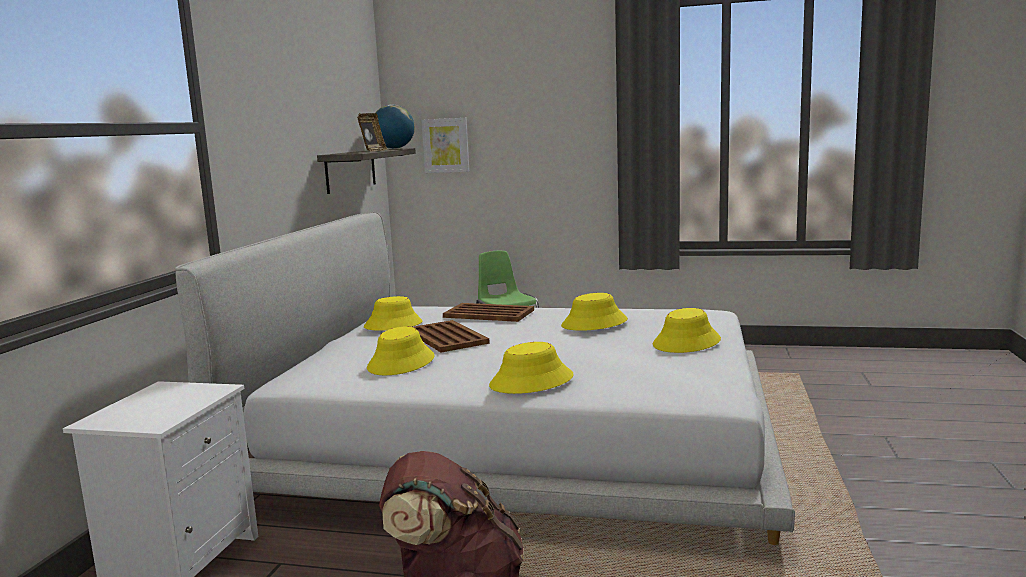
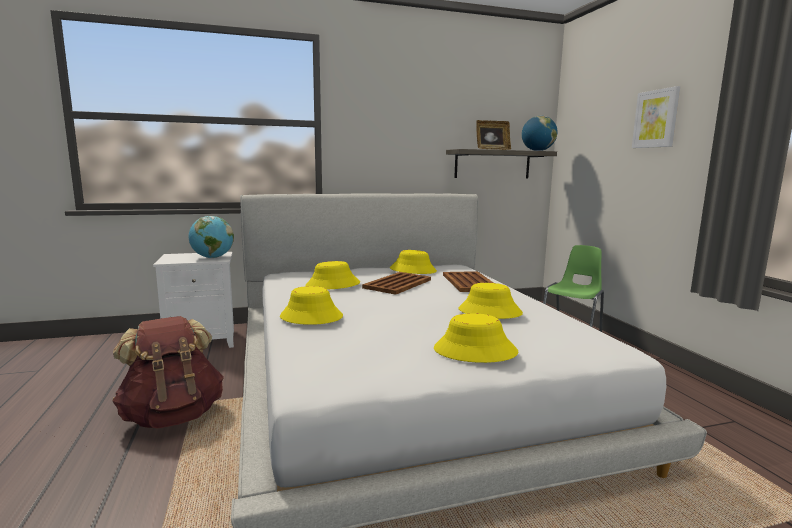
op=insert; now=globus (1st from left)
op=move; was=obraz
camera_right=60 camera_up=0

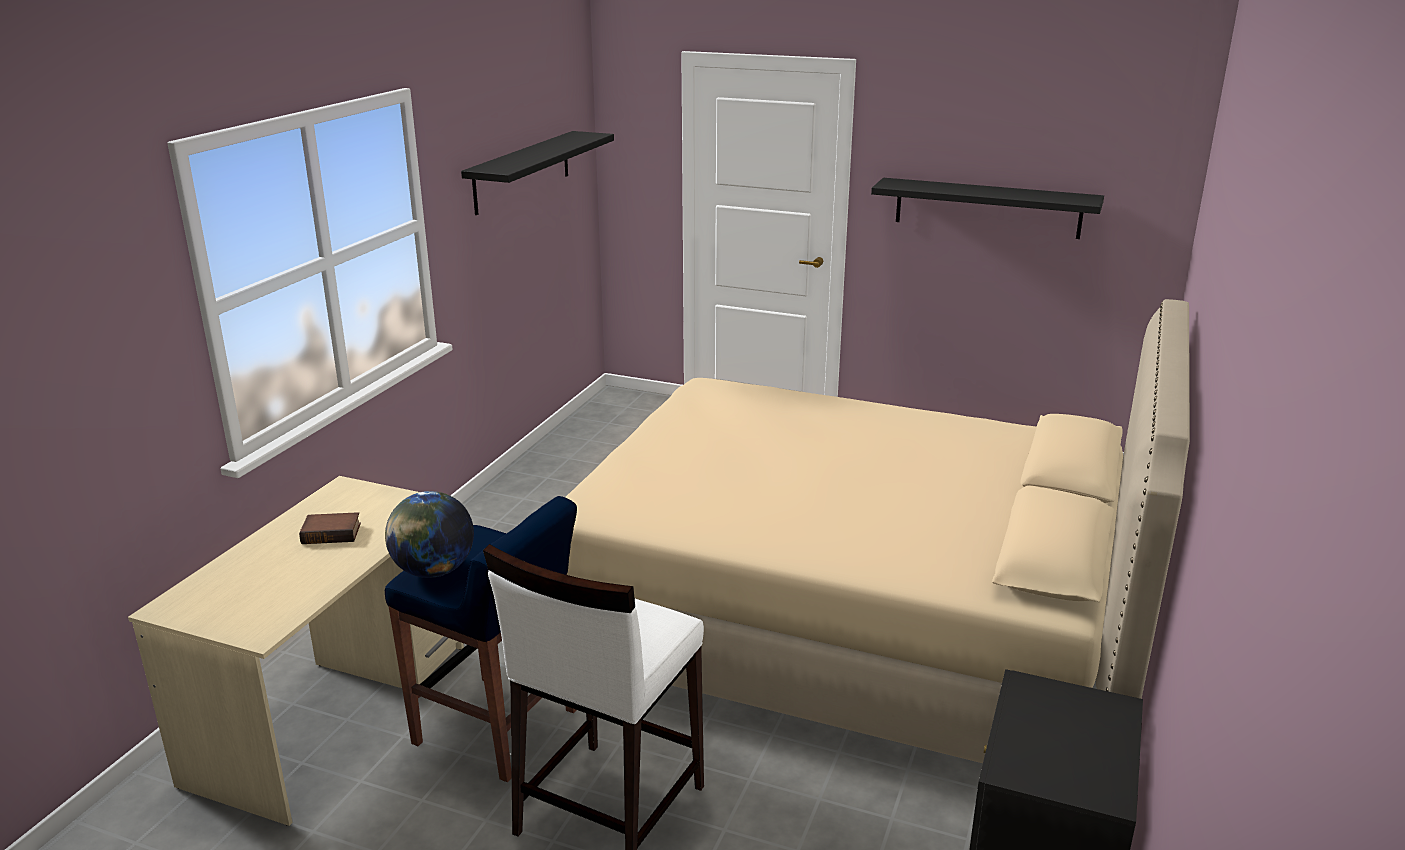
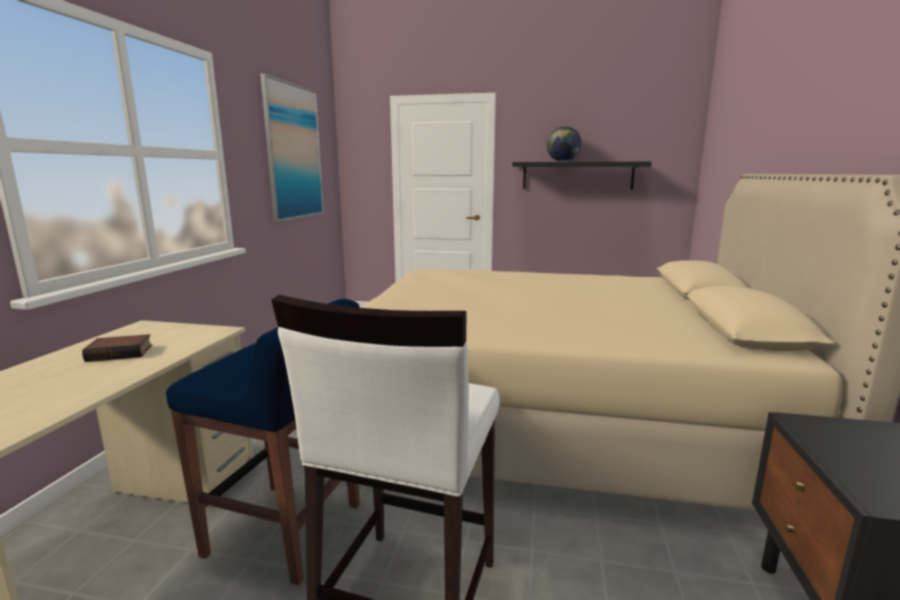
op=move; was=globus
op=replace; was=półka [czarny] (1st from left); now=obraz
camera_right=-10 camera_up=-10

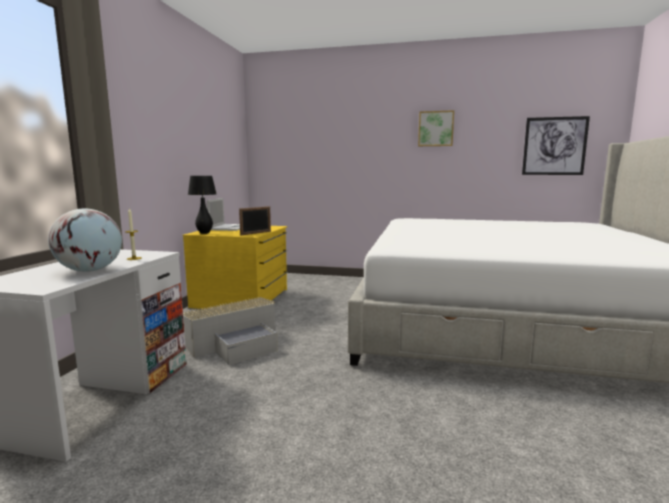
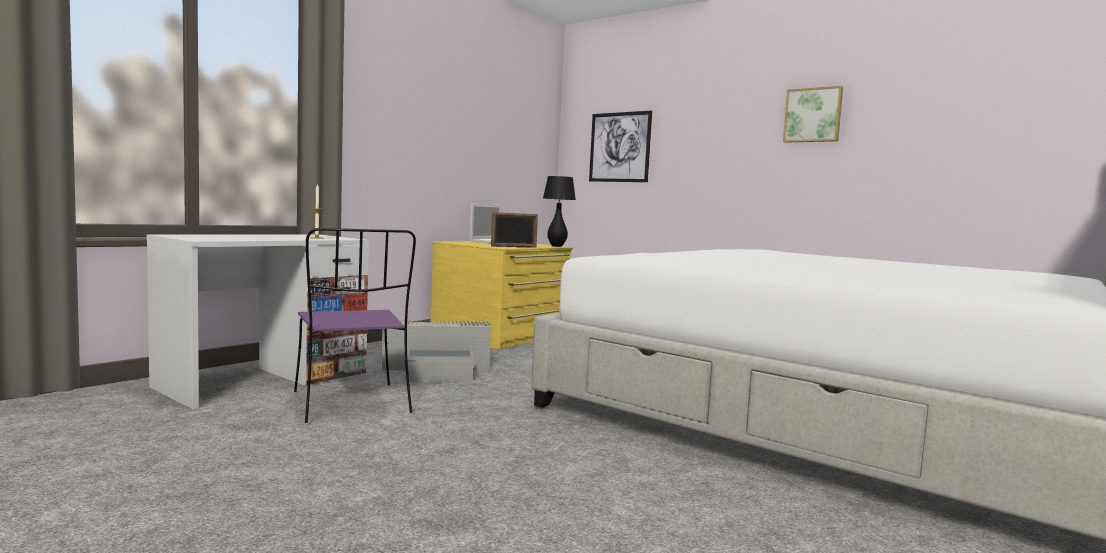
op=delete; was=globus
op=insert; now=krzesło [fioletowy]
op=move; was=lampa stołowa [czarny]
op=move; was=obraz (2nd from left in the first image); now=obraz (1st from left)
camera_right=25 camera_up=-5

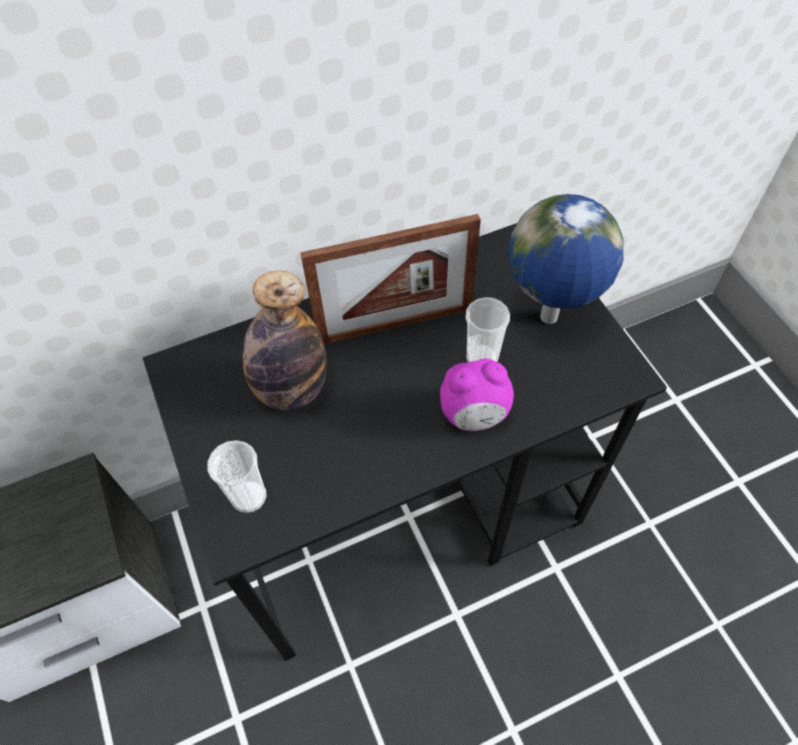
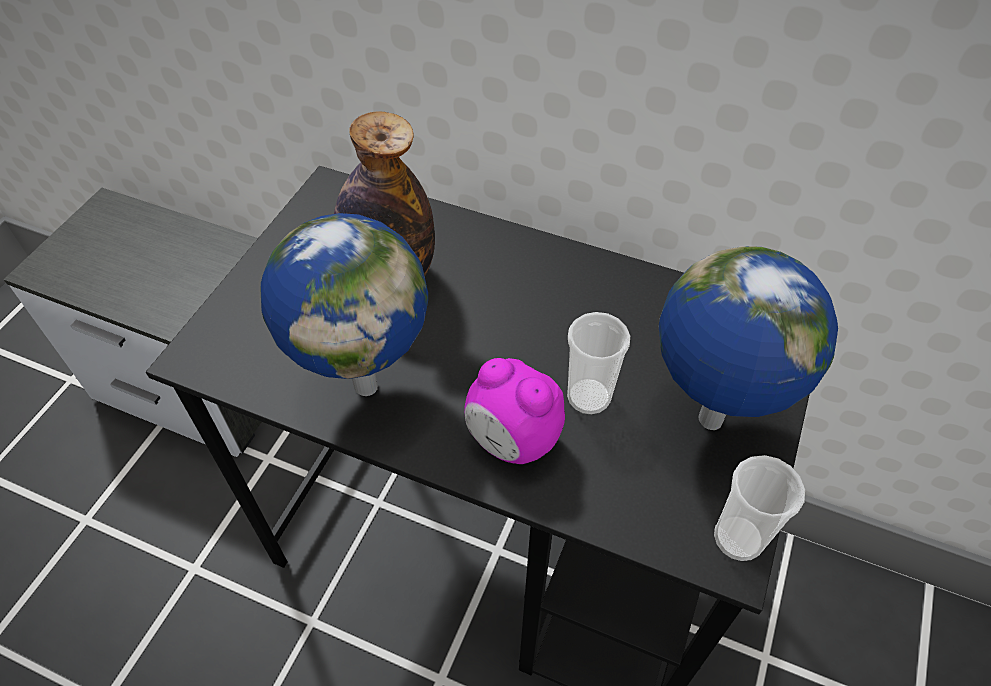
op=delete; was=ramka na zdjęcie
op=insert; now=globus (1st from left)
op=move; was=filiżanka (1st from left in the first image); now=filiżanka (2nd from left)
camera_right=45 camera_up=-5

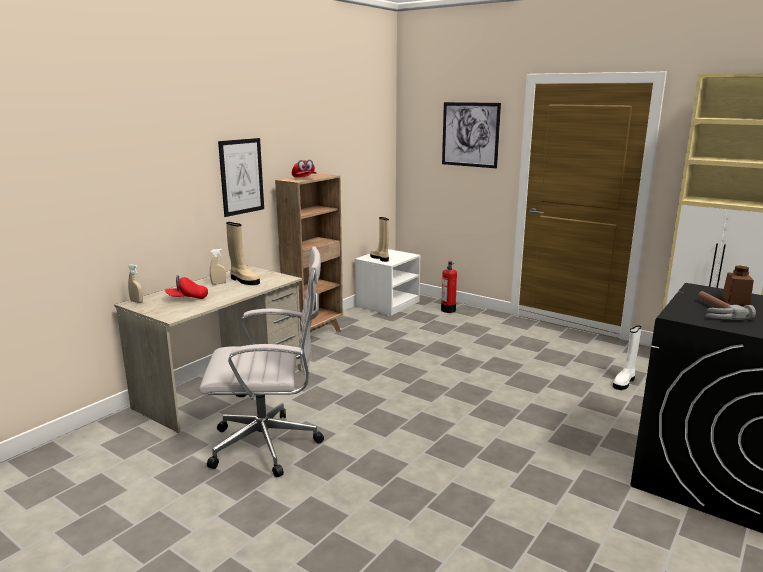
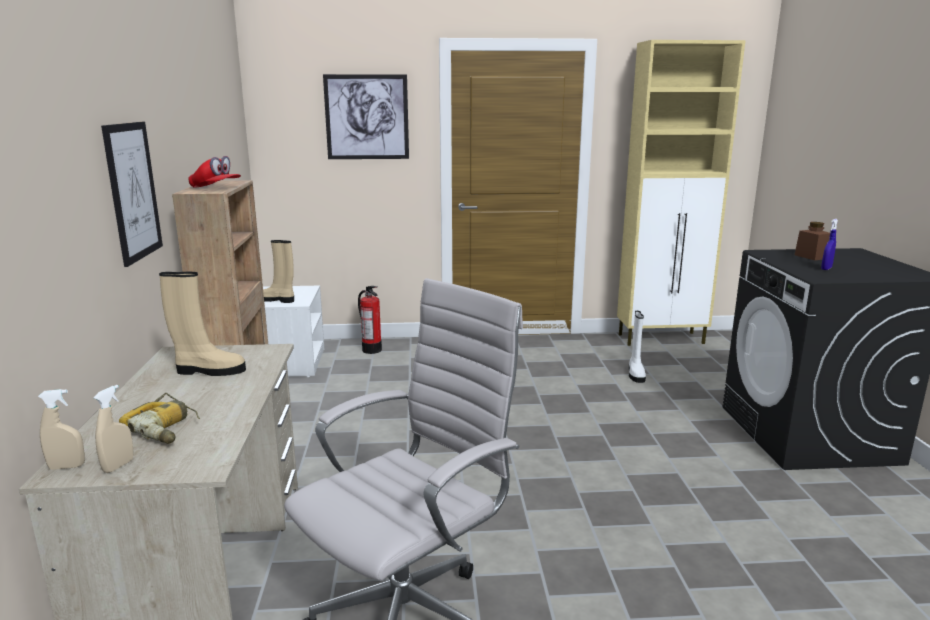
op=move; was=spryskiwacz [beżowy] (2nd from left)
op=replace; was=czapka z daszkiem [czerwony] (1st from left); now=wiertarka
op=replace; was=młotek; now=spryskiwacz [niebieski]
camera_right=-40 camera_up=0

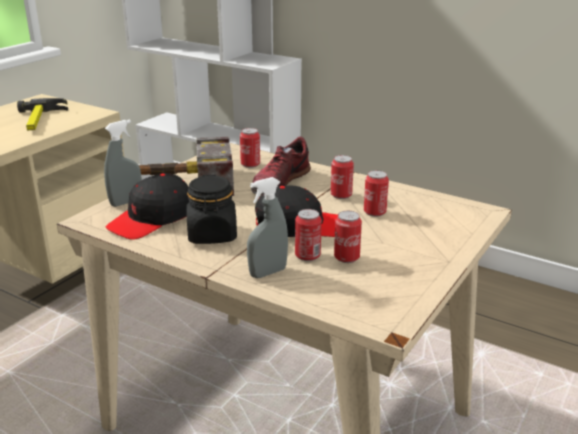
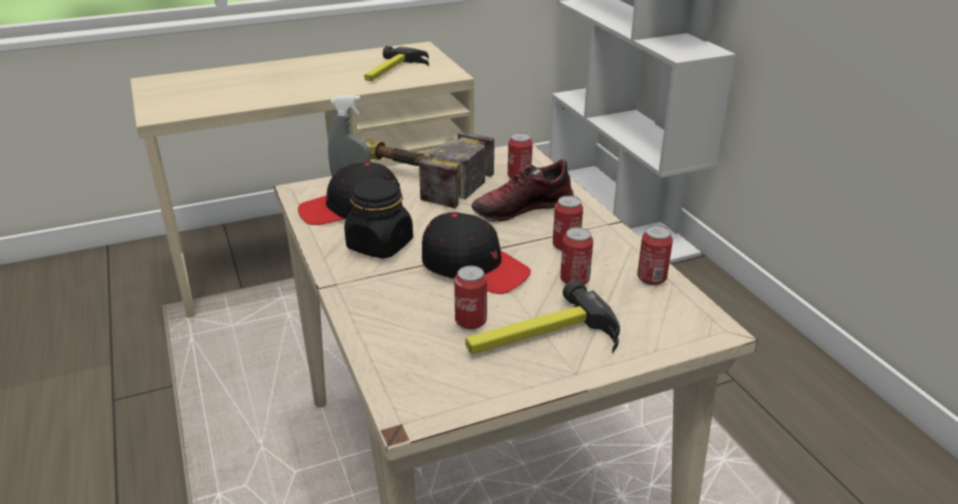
op=delete; was=spryskiwacz [szary] (2nd from left)
op=insert; now=młotek (3rd from left)
op=move; was=puszka (2nd from left in the first image); now=puszka (5th from left)
camera_right=35 camera_up=5

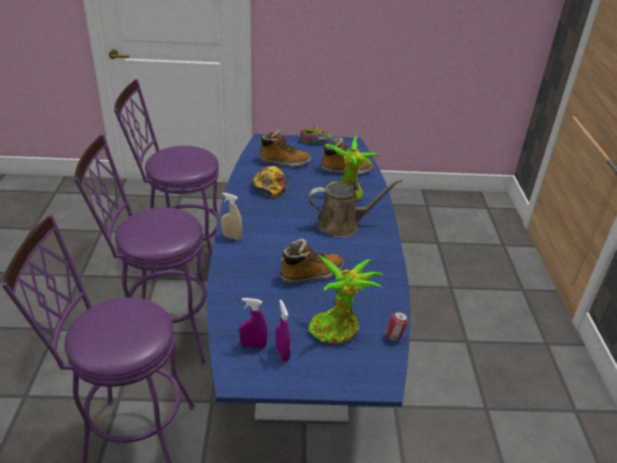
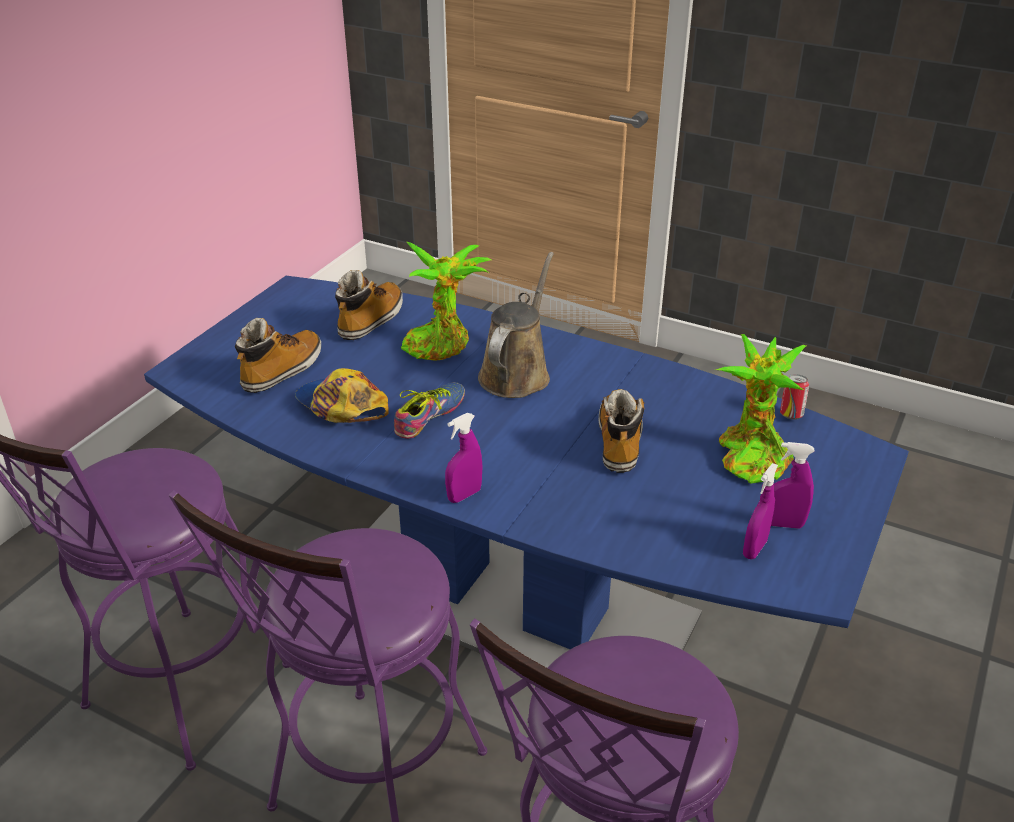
op=move; was=but
op=recolor; was=spryskiwacz [beżowy]; now=spryskiwacz [fioletowy] (1st from left)
camera_right=-60 camera_up=0

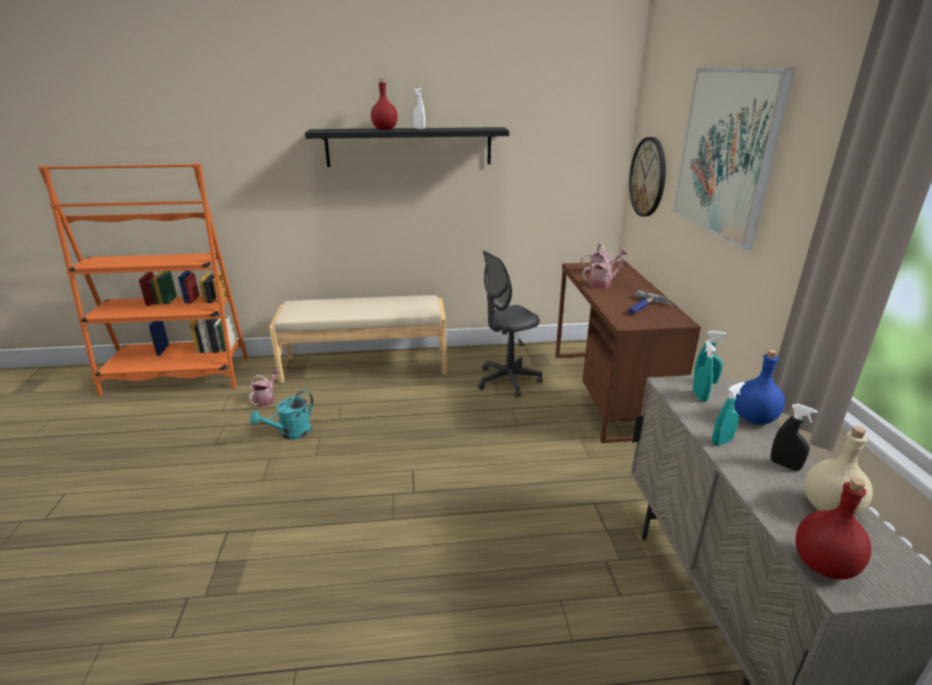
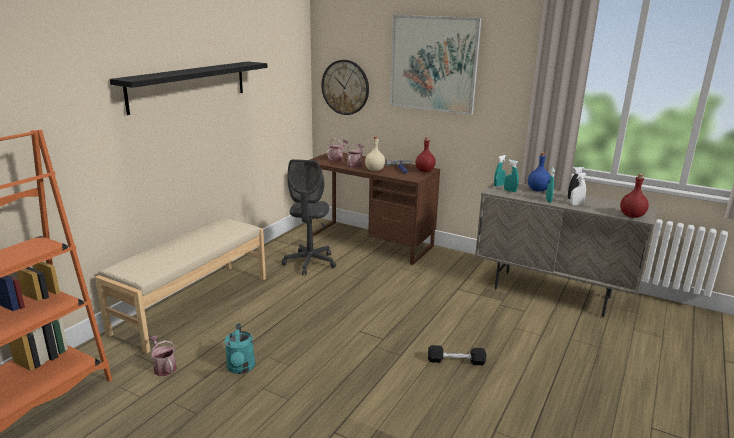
op=insert; now=hantel [czarny]
op=move; was=butelka [czerwony] (1st from left)
op=move; was=spryskiwacz [biały]
op=move; was=butelka [beżowy]
camera_right=-55 camera_up=-5

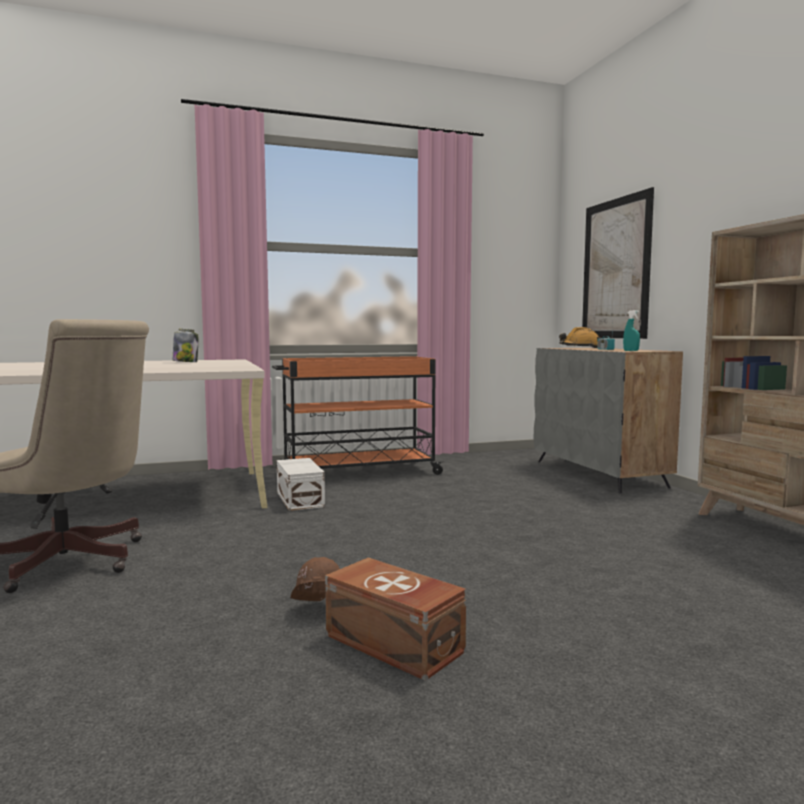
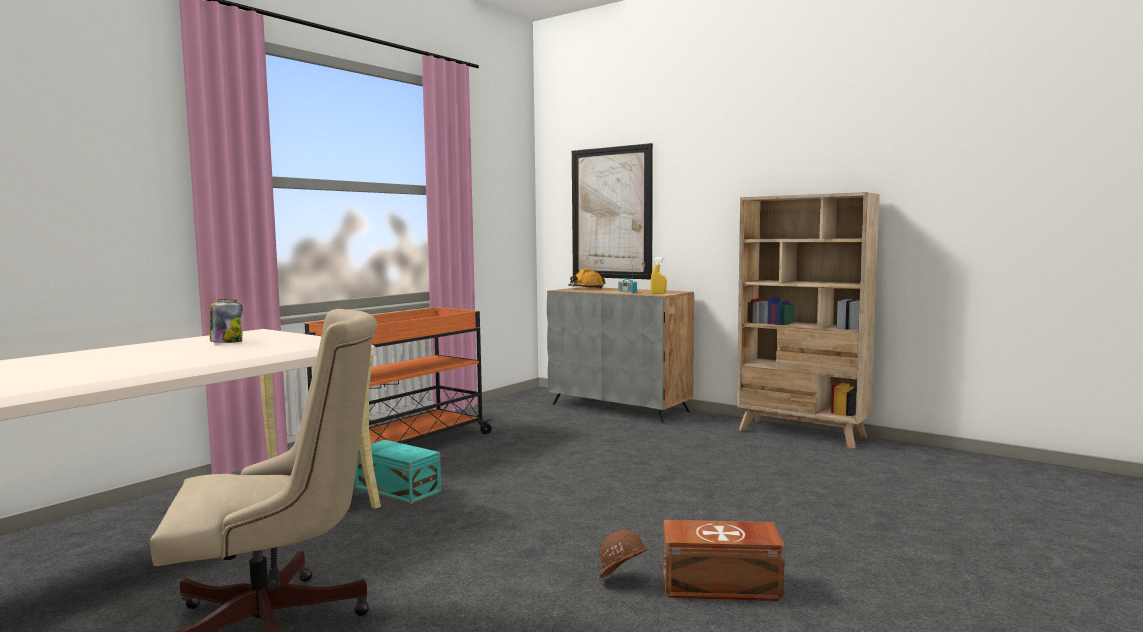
op=recolor; was=pojemnik do przechowywania [biały]; now=pojemnik do przechowywania [turkusowy]
op=recolor; was=spryskiwacz [turkusowy]; now=spryskiwacz [żółty]
camera_right=-35 camera_up=0

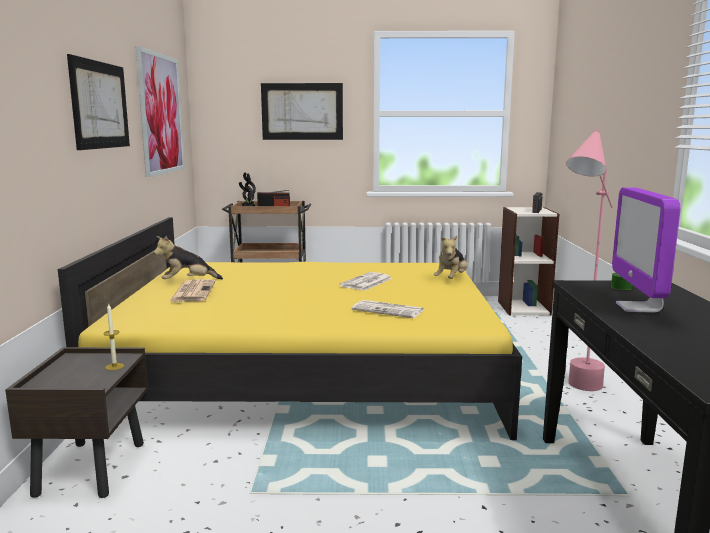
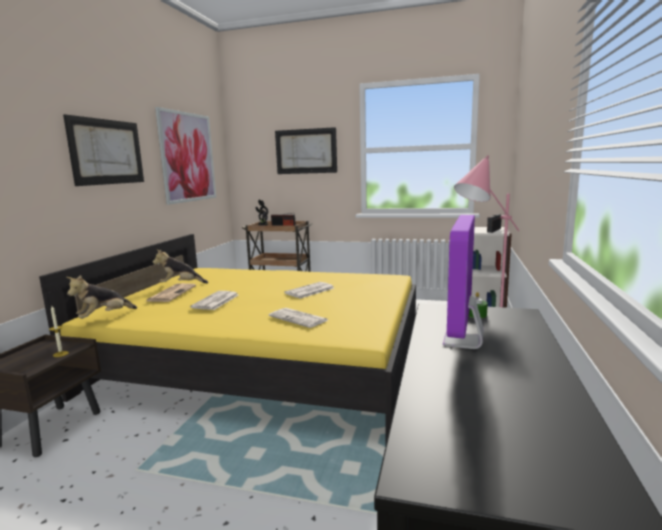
op=insert; now=gazeta (2nd from left)
op=move; was=pluszak (2nd from left in the first image); now=pluszak (1st from left)
camera_right=15 camera_up=0

